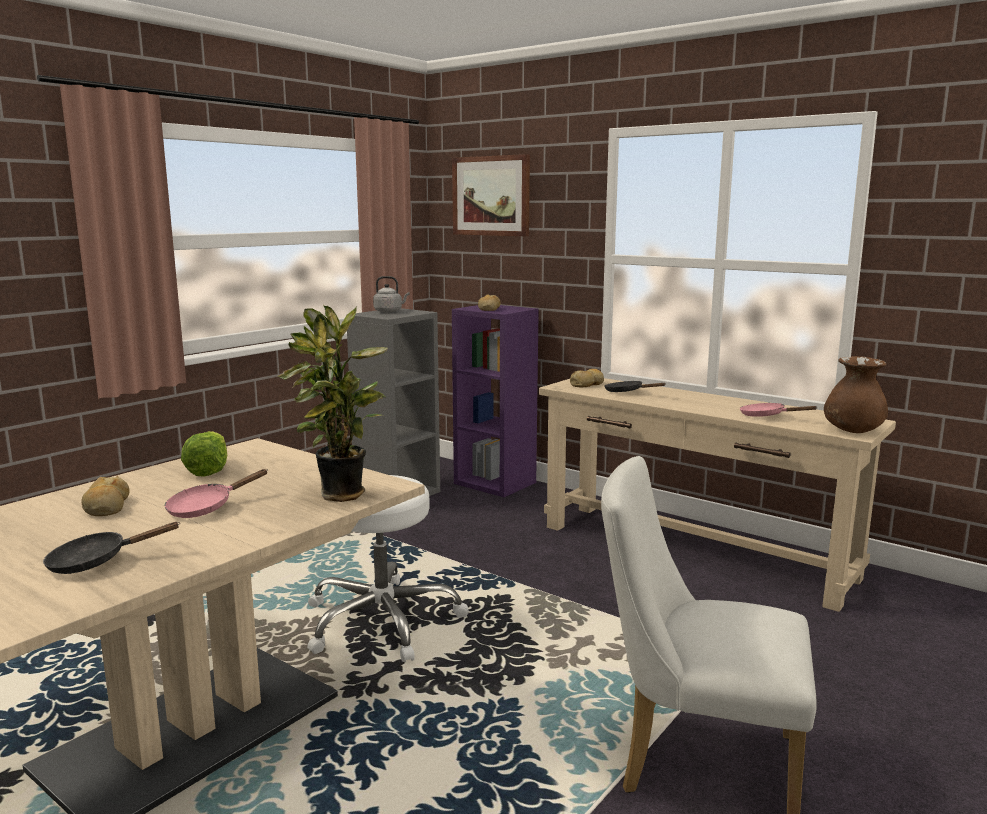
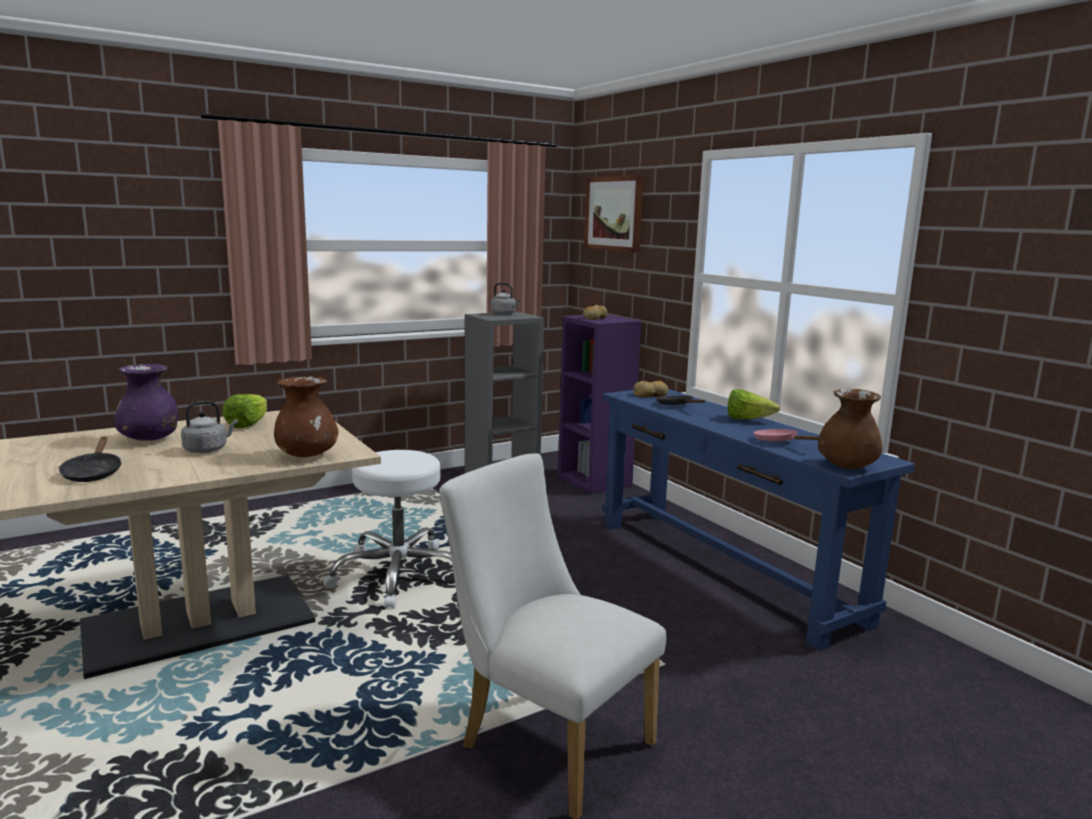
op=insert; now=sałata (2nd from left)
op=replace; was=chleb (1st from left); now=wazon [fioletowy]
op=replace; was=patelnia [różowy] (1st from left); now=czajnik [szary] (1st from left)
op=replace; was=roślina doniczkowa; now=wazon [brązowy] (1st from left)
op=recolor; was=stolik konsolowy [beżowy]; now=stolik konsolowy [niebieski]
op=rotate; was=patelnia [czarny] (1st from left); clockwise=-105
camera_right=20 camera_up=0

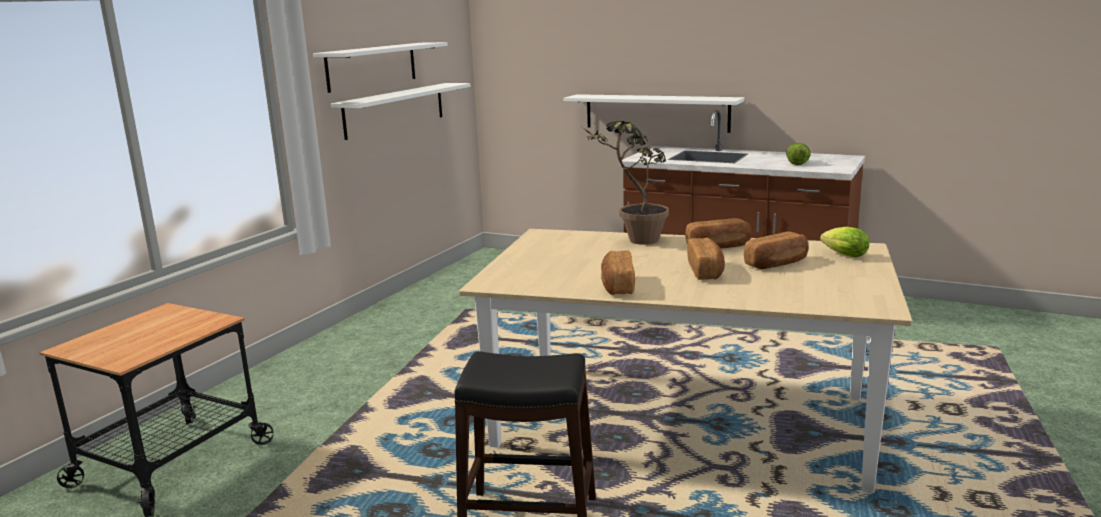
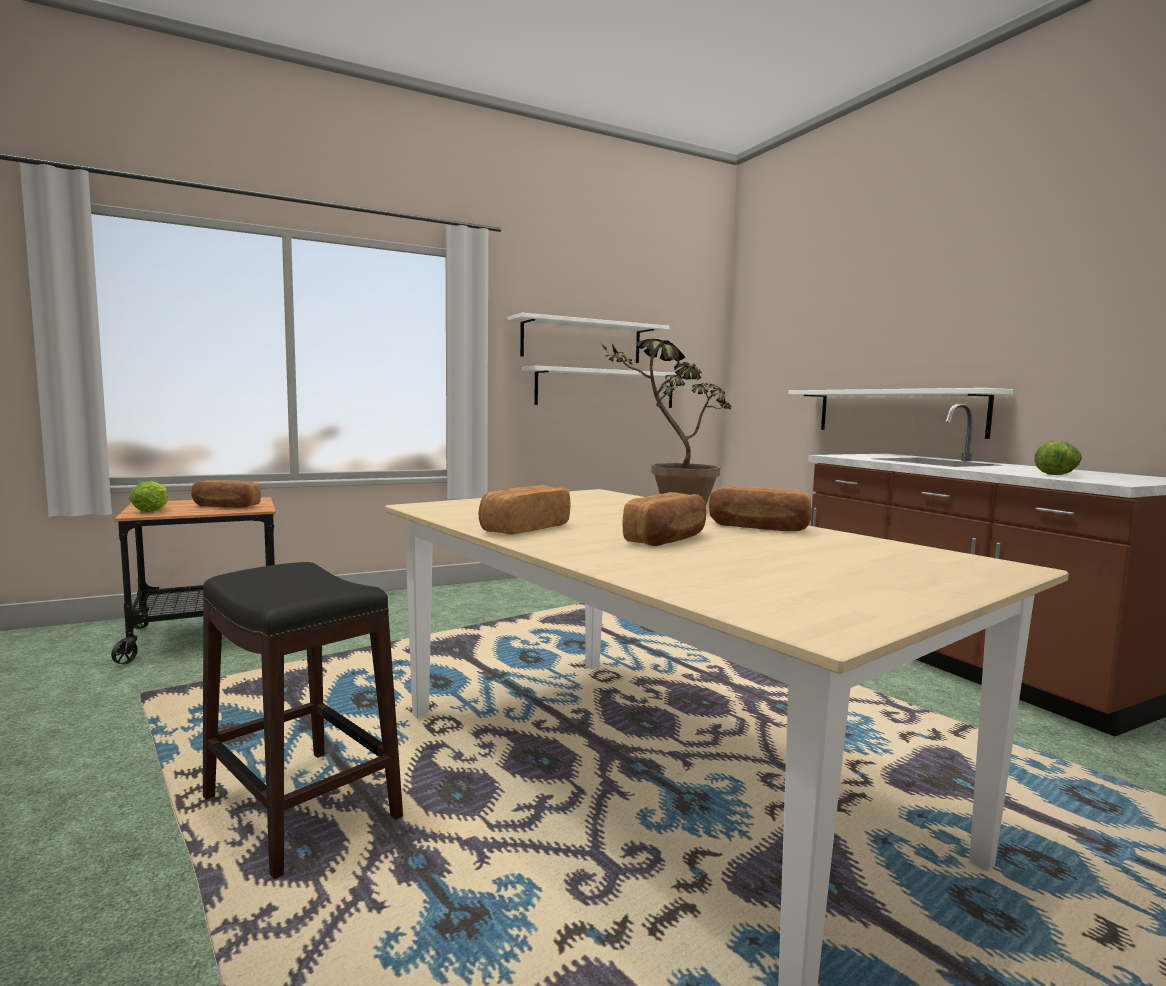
op=move; was=chleb (4th from left in the first image); now=chleb (1st from left)
op=move; was=sałata (2nd from left in the first image); now=sałata (1st from left)
camera_right=35 camera_up=-10

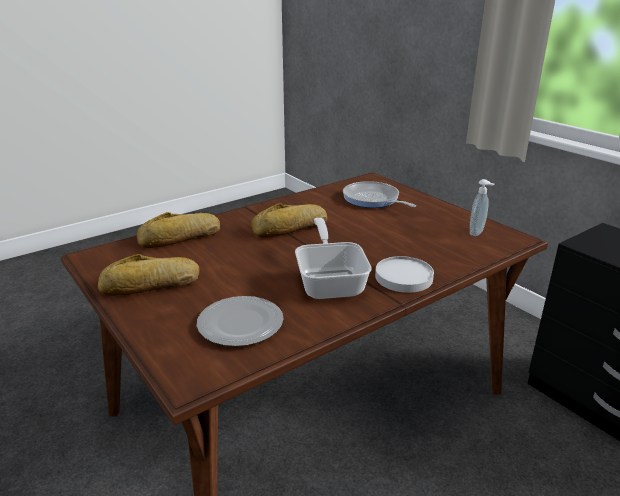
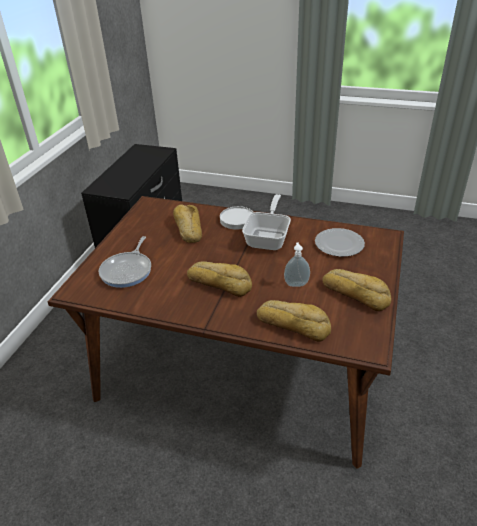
op=insert; now=chleb (1st from left)
op=move; was=dozownik mydła
op=rotate; was=patelnia (1st from left in the first image); clockwise=150
camera_right=-125 camera_up=10

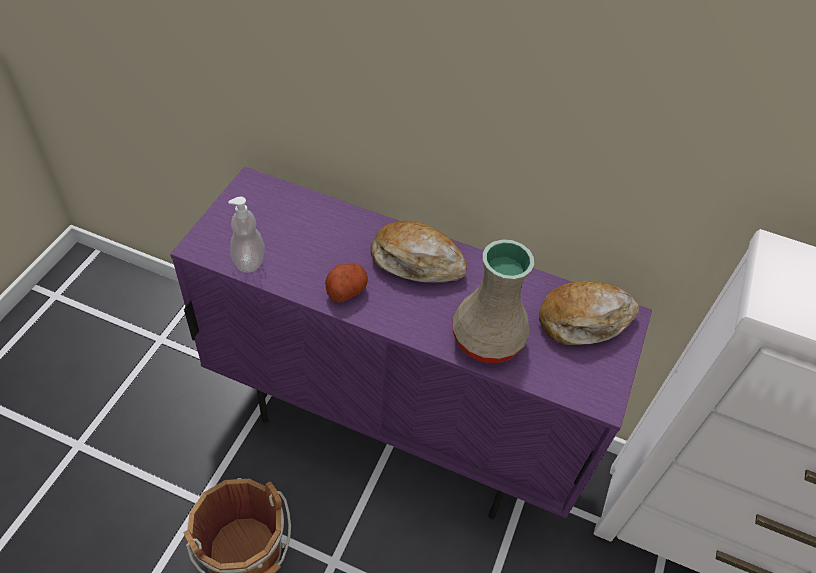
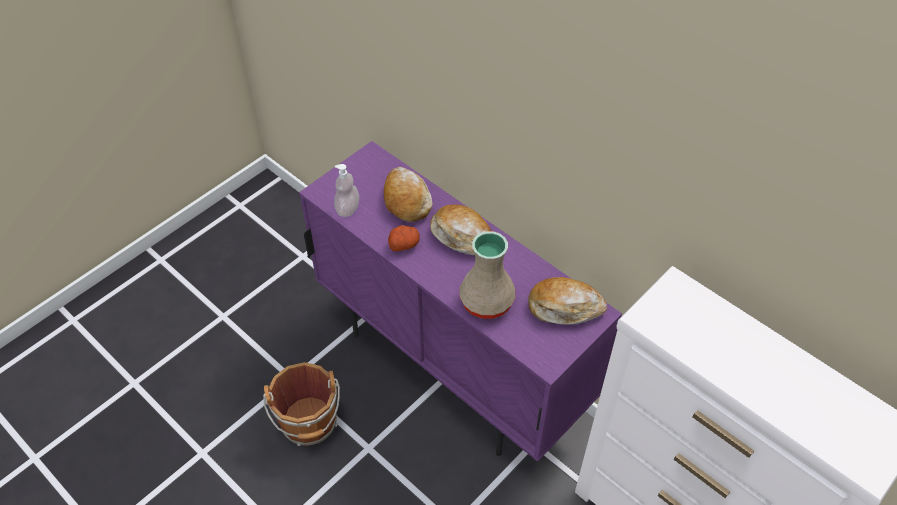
op=insert; now=chleb (1st from left)
camera_right=25 camera_up=0

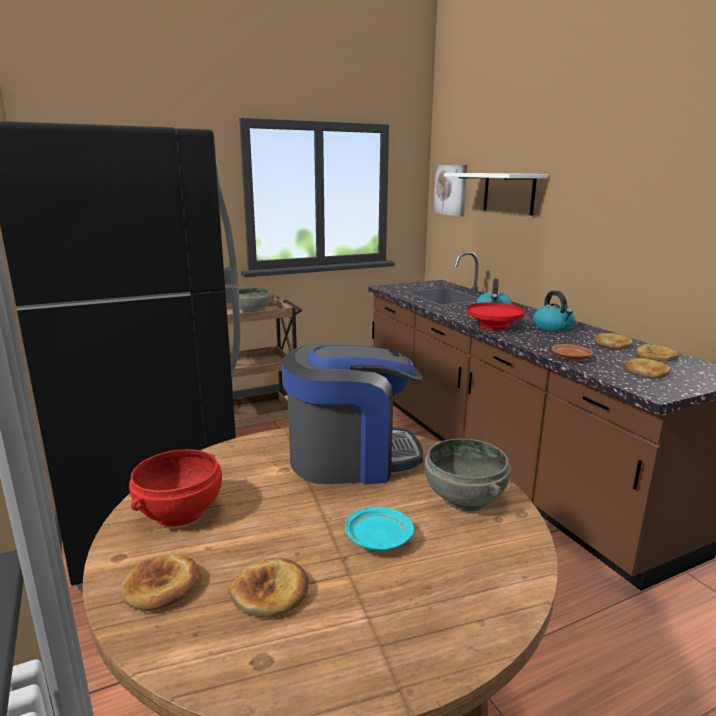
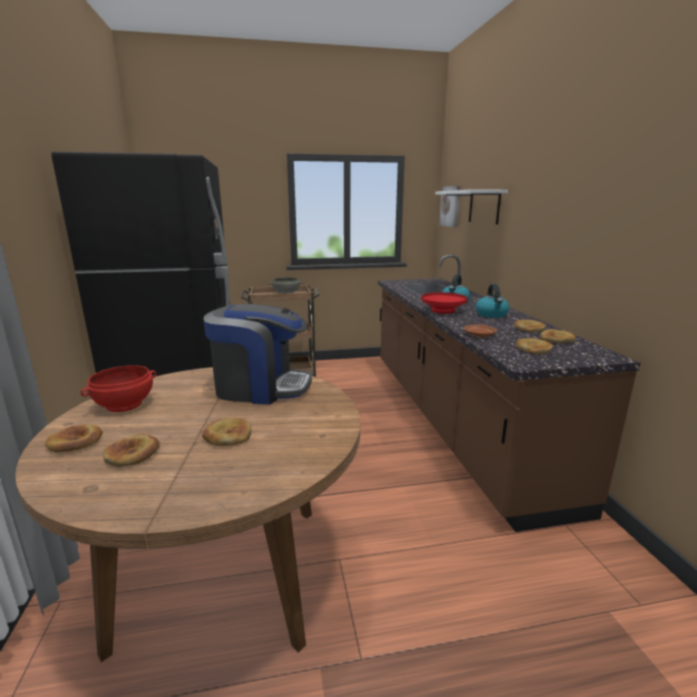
op=delete; was=miska [szary] (2nd from left)
op=replace; was=talerz [turkusowy]; now=chleb (3rd from left)
camera_right=15 camera_up=0

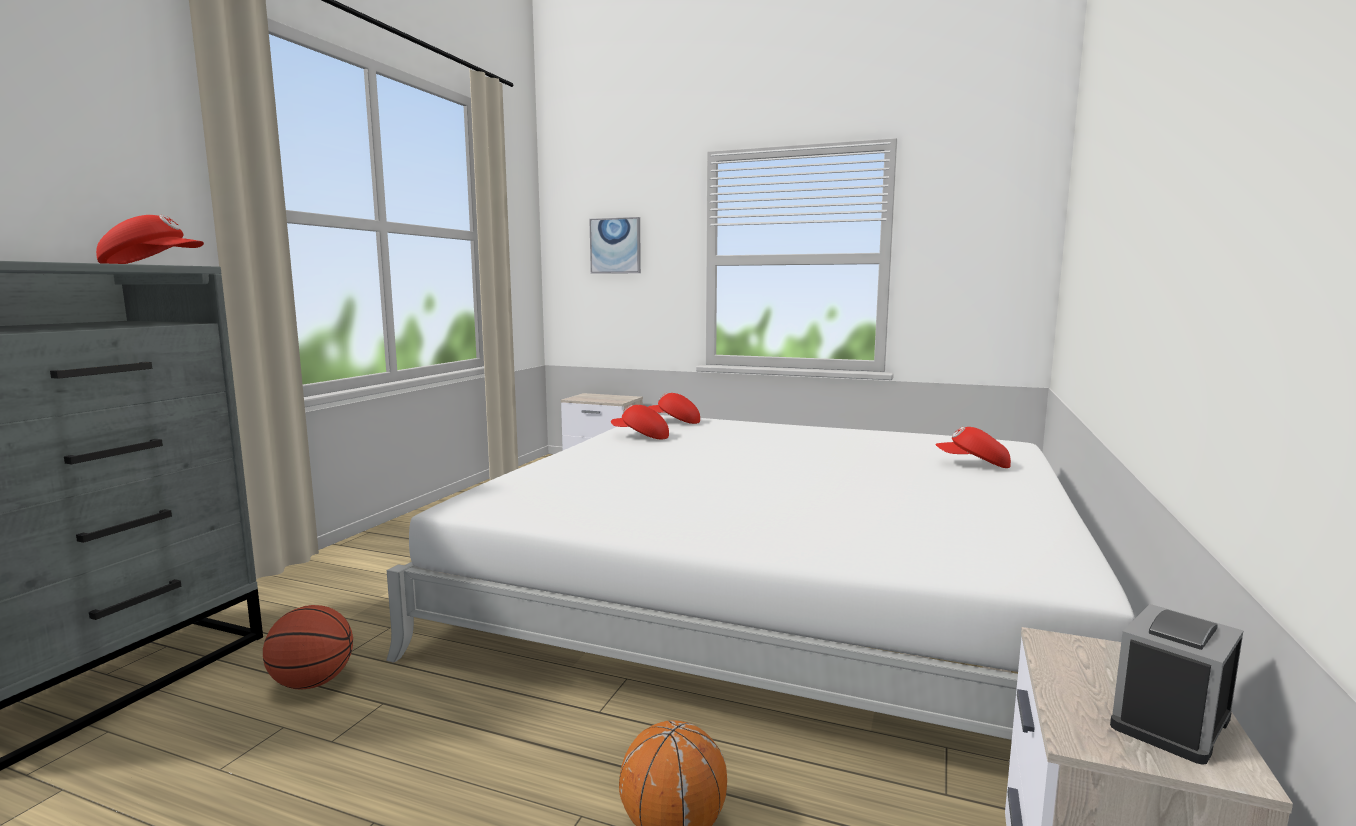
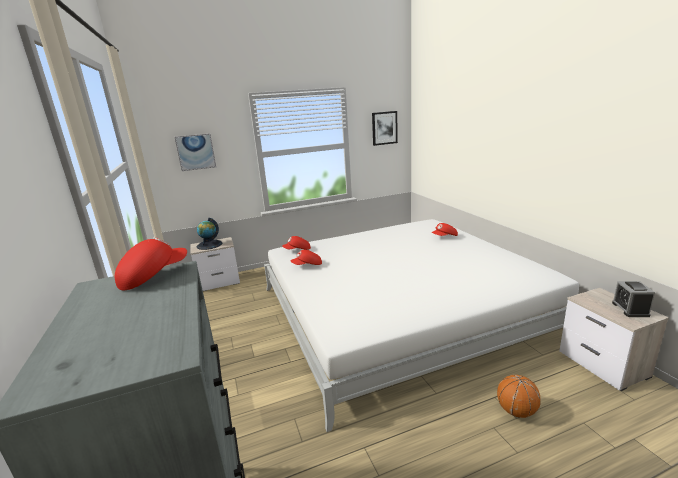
op=delete; was=piłka do koszykówki (1st from left)
op=insert; now=globus
op=insert; now=obraz (2nd from left)
camera_right=-40 camera_up=10

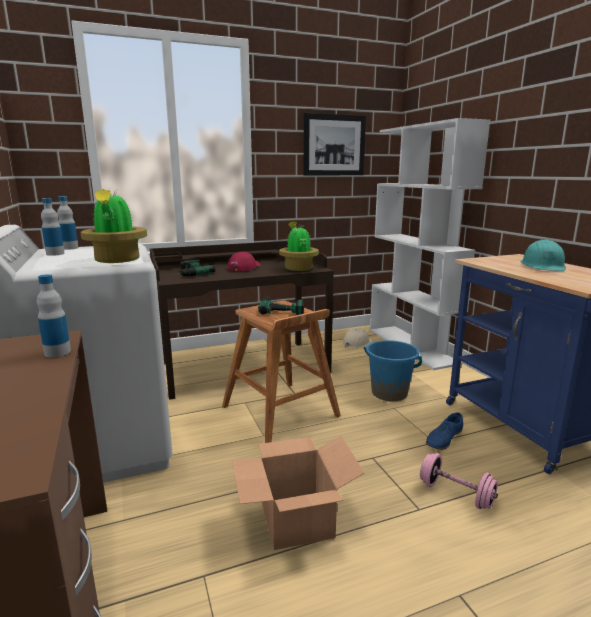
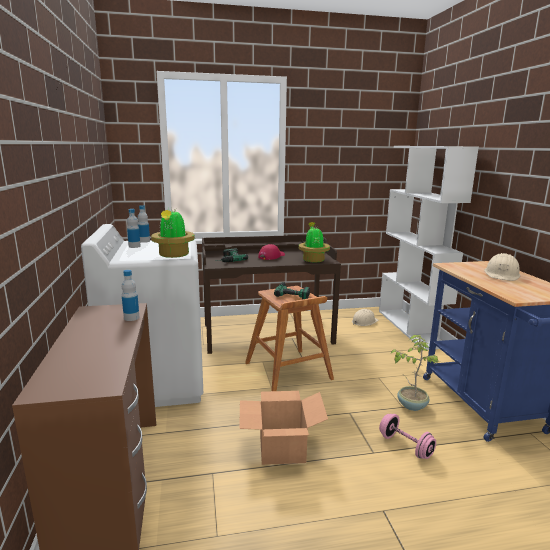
op=delete; was=obraz
op=delete; was=wiadro [niebieski]
op=replace; was=but [niebieski]; now=roślina doniczkowa (3rd from left)
op=recolor; was=kask [turkusowy]; now=kask [beżowy] (2nd from left)
camera_right=10 camera_up=0

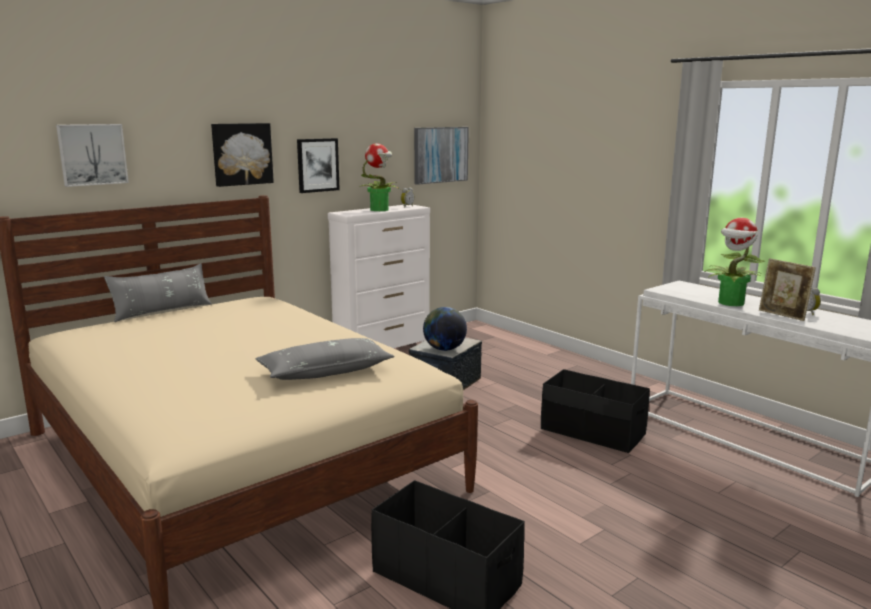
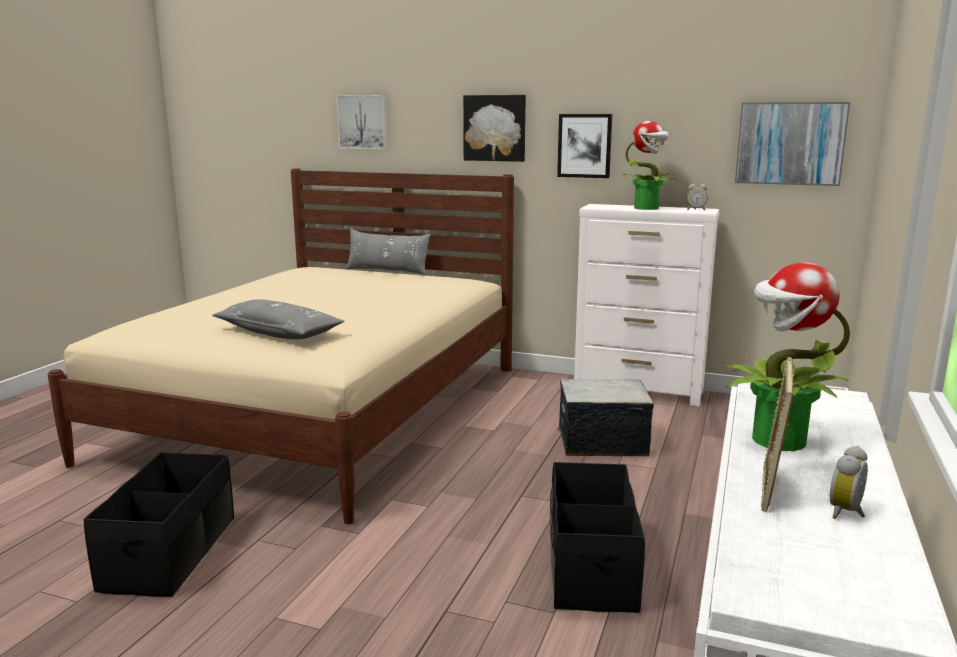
op=delete; was=globus
camera_right=60 camera_up=0

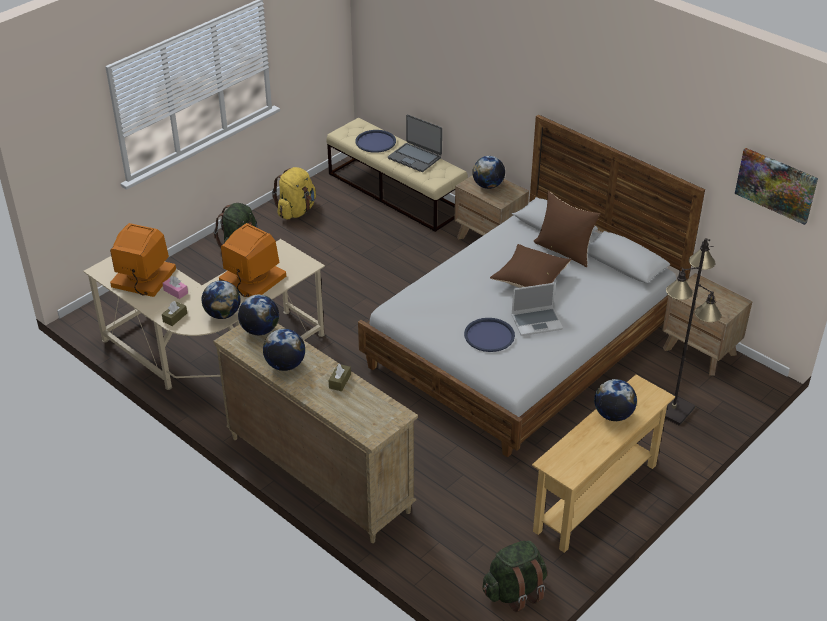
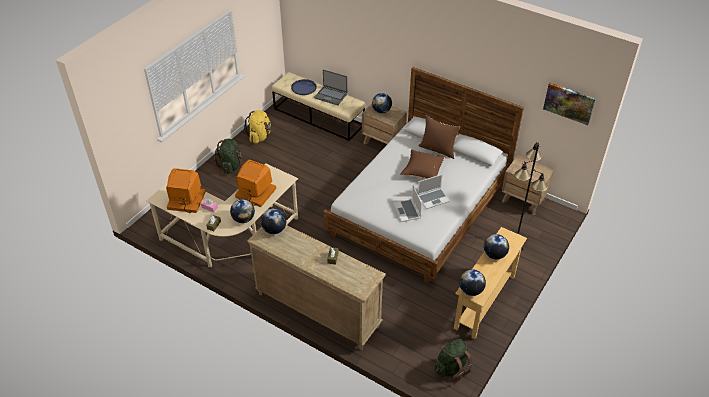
op=move; was=globus (3rd from left in the first image); now=globus (4th from left)
op=replace; was=taca [niebieski] (2nd from left); now=laptop (2nd from left)
camera_right=-10 camera_up=5

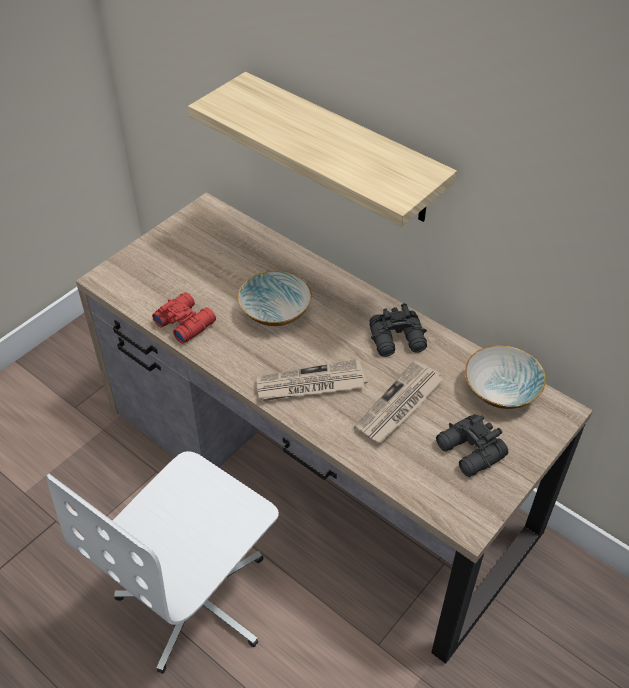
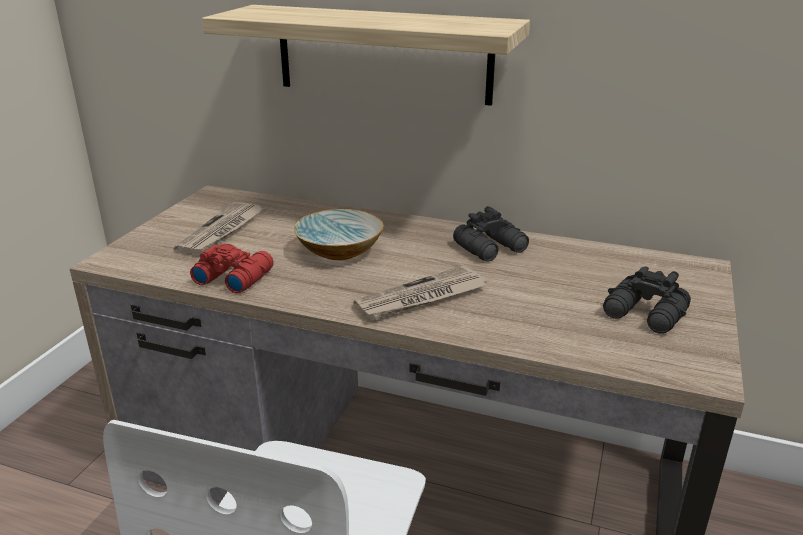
op=delete; was=miska (2nd from left)
op=move; was=gazeta (2nd from left in the first image); now=gazeta (1st from left)
camera_right=-20 camera_up=-20

